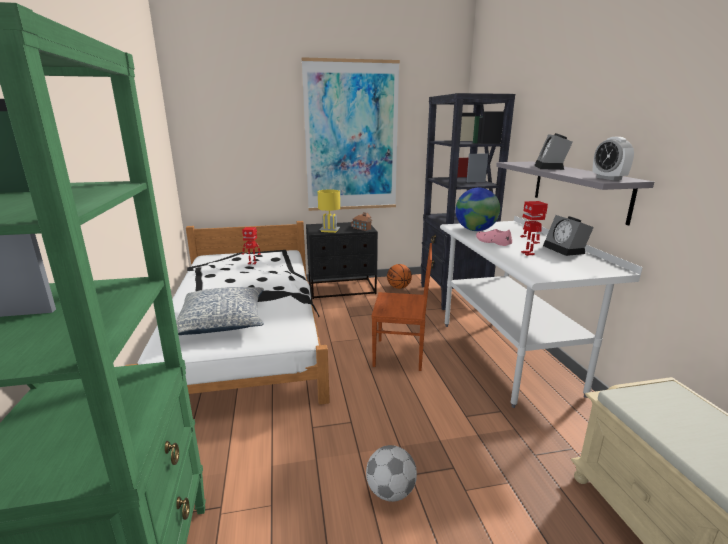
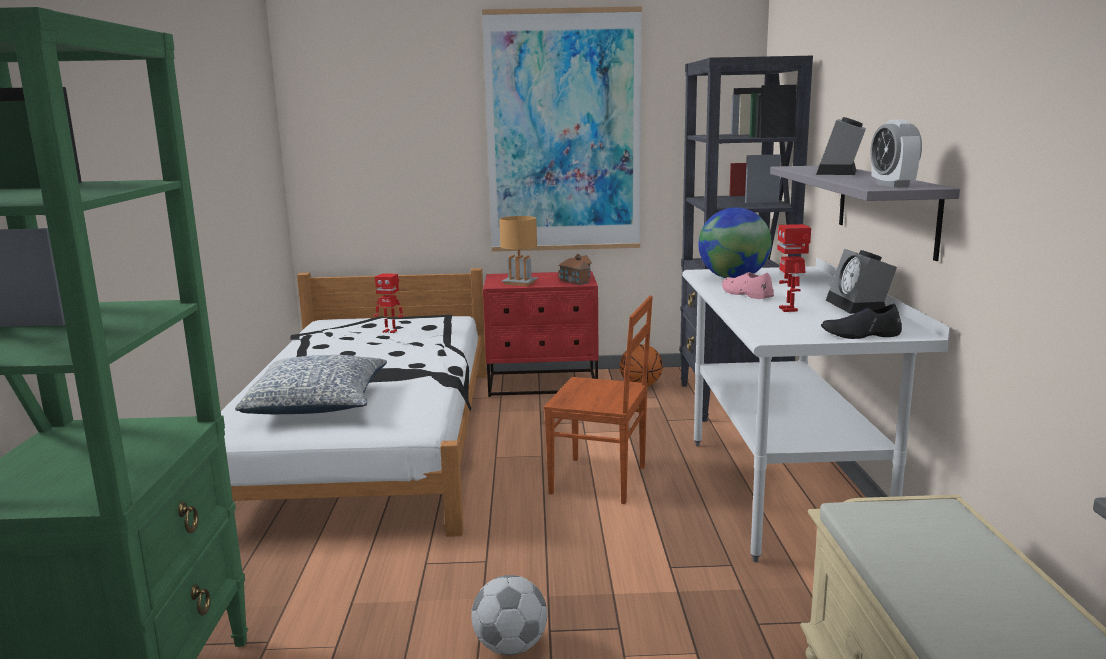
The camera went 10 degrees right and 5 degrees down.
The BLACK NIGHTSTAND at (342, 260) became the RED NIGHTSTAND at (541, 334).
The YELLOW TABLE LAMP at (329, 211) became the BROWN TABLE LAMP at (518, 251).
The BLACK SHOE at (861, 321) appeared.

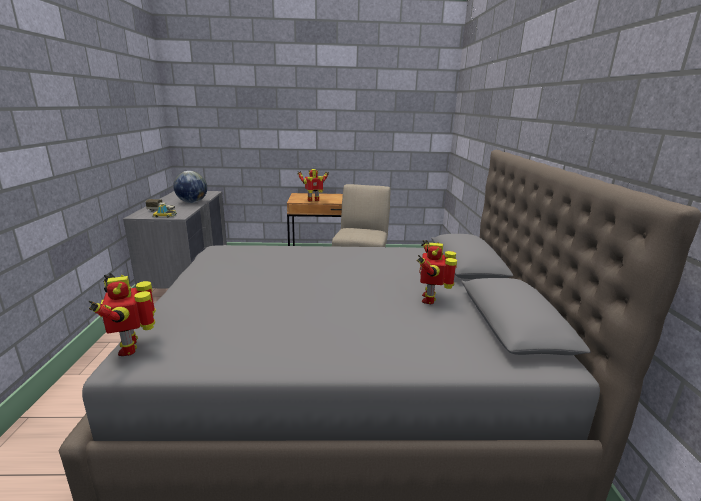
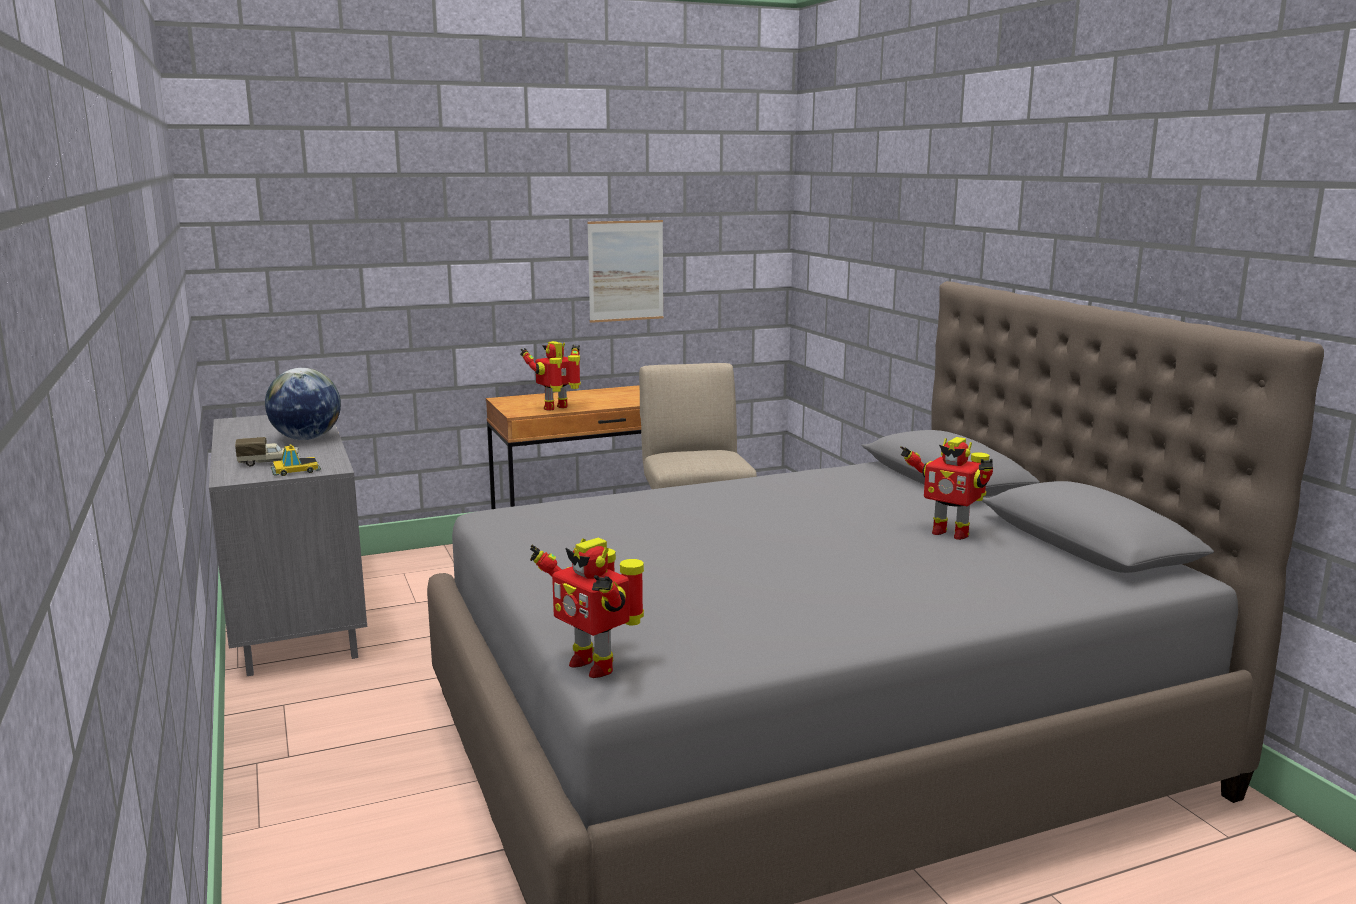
The camera went 20 degrees left and 5 degrees down.
The TOY ROBOT at (437, 272) turned 45 degrees counterclockwise.
The PICTURE at (625, 271) appeared.

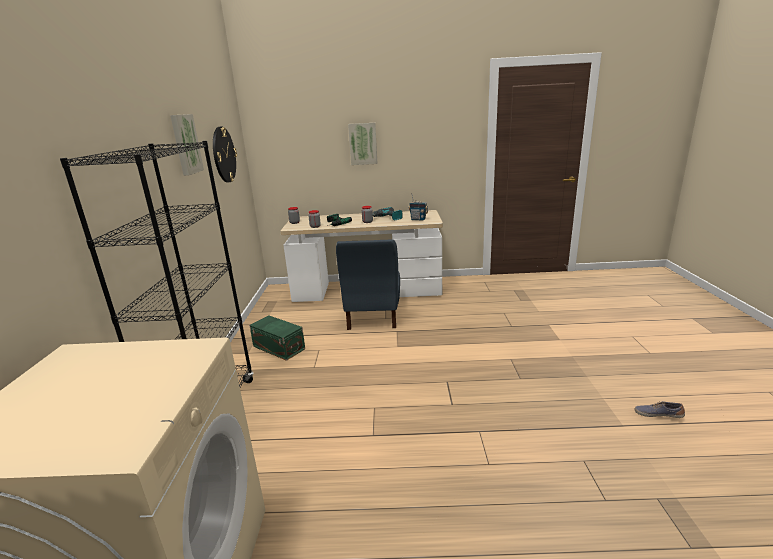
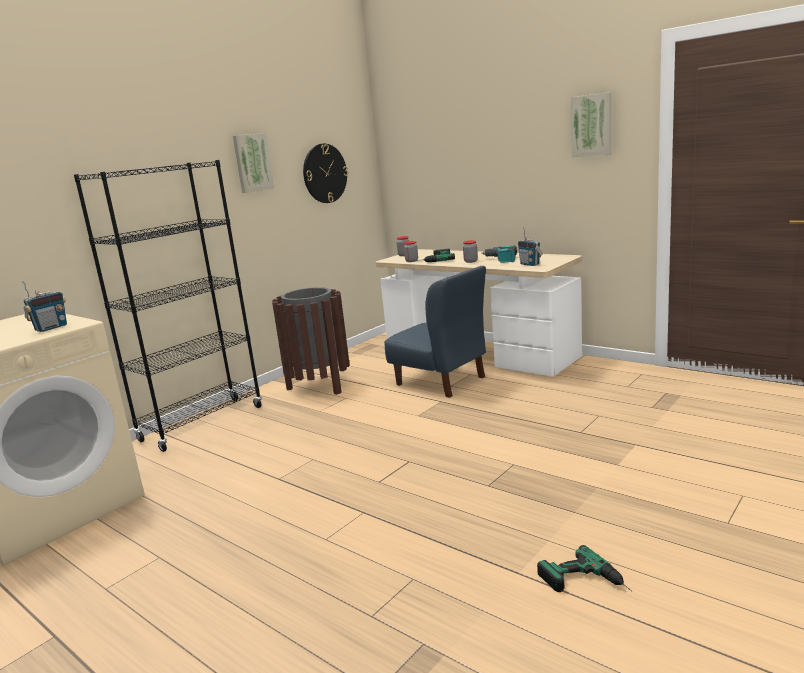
The camera went 40 degrees right and 5 degrees down.
The GREEN STORAGE BOX at (277, 338) was replaced by the BROWN TRASH CAN at (311, 341).
The BLUE CHAIR at (368, 284) turned 90 degrees counterclockwise.
The PICTURE moved from (363, 144) to (591, 124).
The SHOE at (659, 409) was replaced by the POWER DRILL at (585, 568).
The RADIO at (44, 306) appeared.

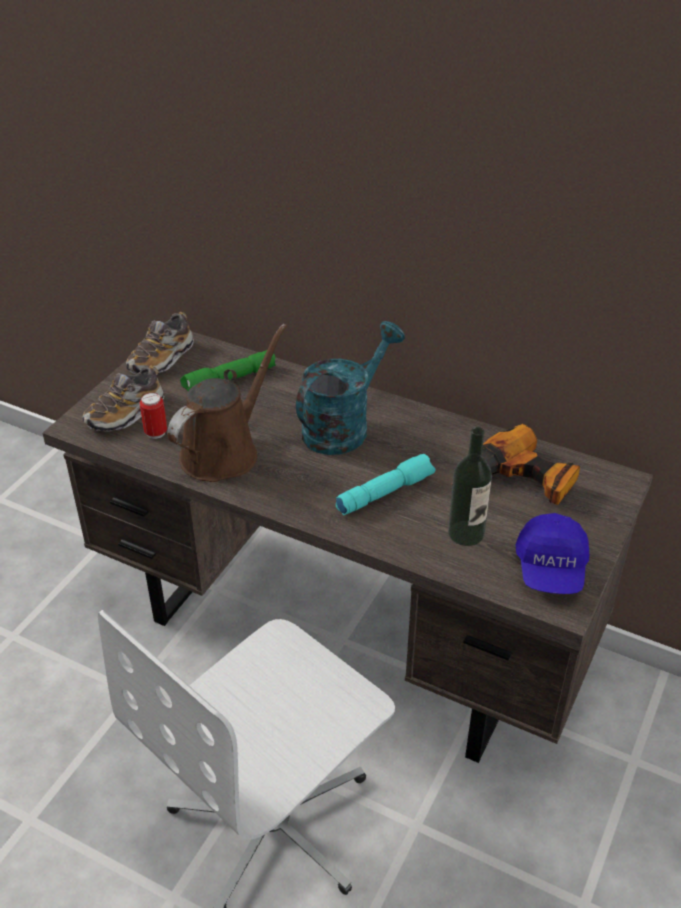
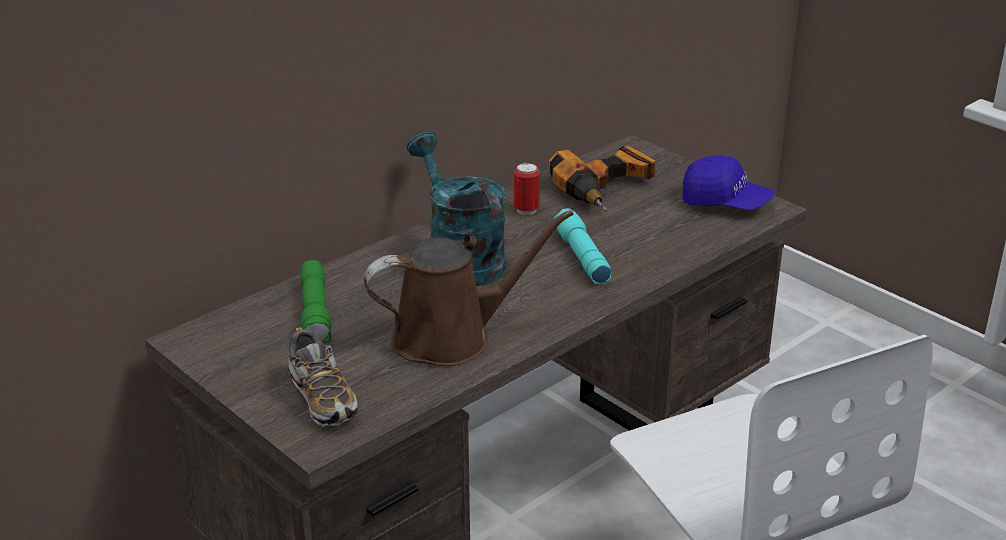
The camera went 70 degrees left and 10 degrees down.
The SHOE at (160, 343) disappeared.
The CAN moved from (153, 415) to (527, 189).
The BROWN WATERING CAN at (227, 403) turned 105 degrees clockwise.
The BOTTLE at (470, 486) disappeared.

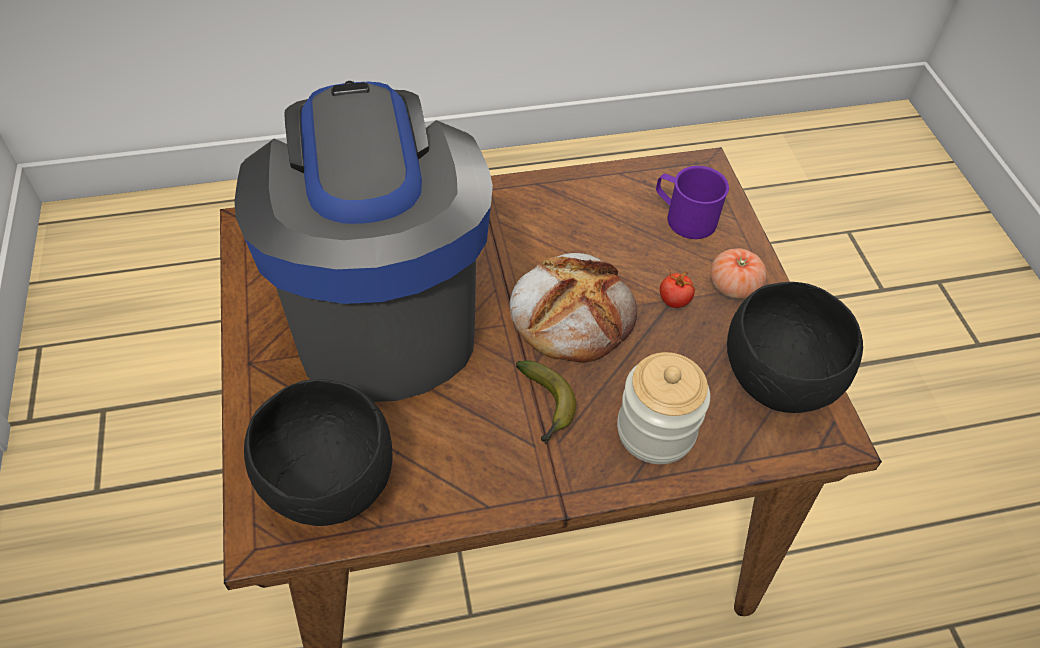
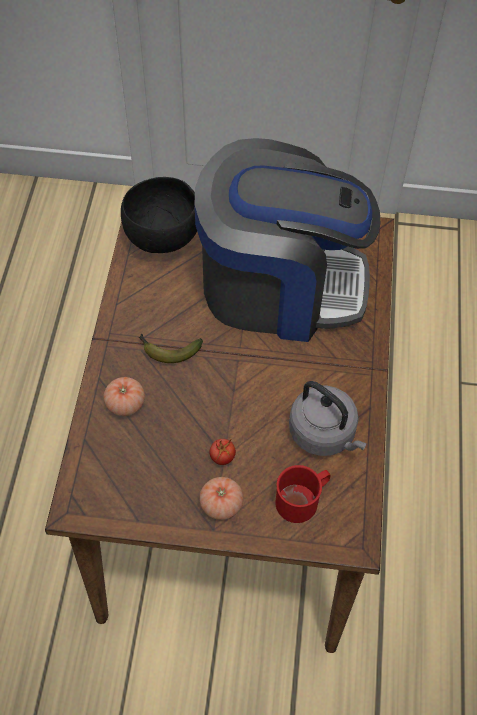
The camera went 110 degrees right and 5 degrees up.
The BREAD at (573, 308) disappeared.
The JAR at (663, 408) was replaced by the TOMATO at (124, 396).
The PURPLE MUG at (692, 202) became the RED MUG at (303, 494).
The BLACK BOWL at (795, 347) disappeared.
The GREY KETTLE at (328, 418) appeared.

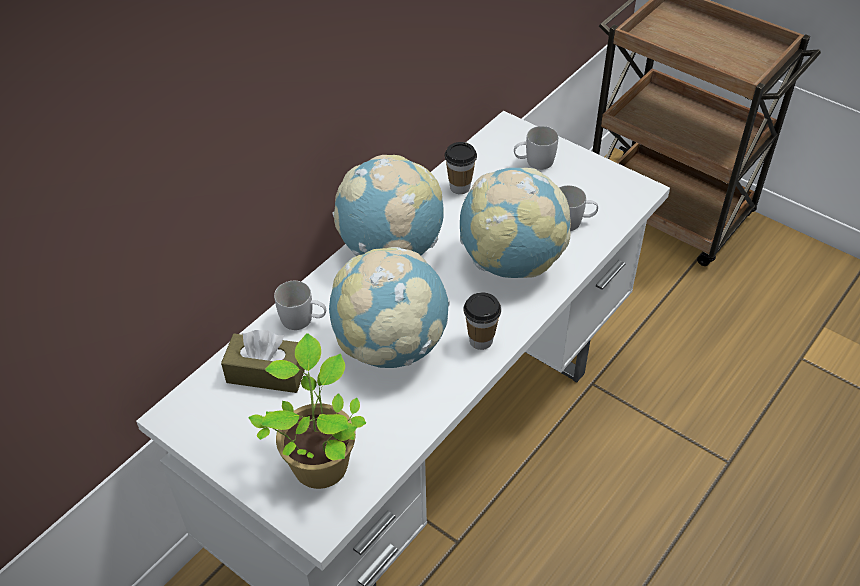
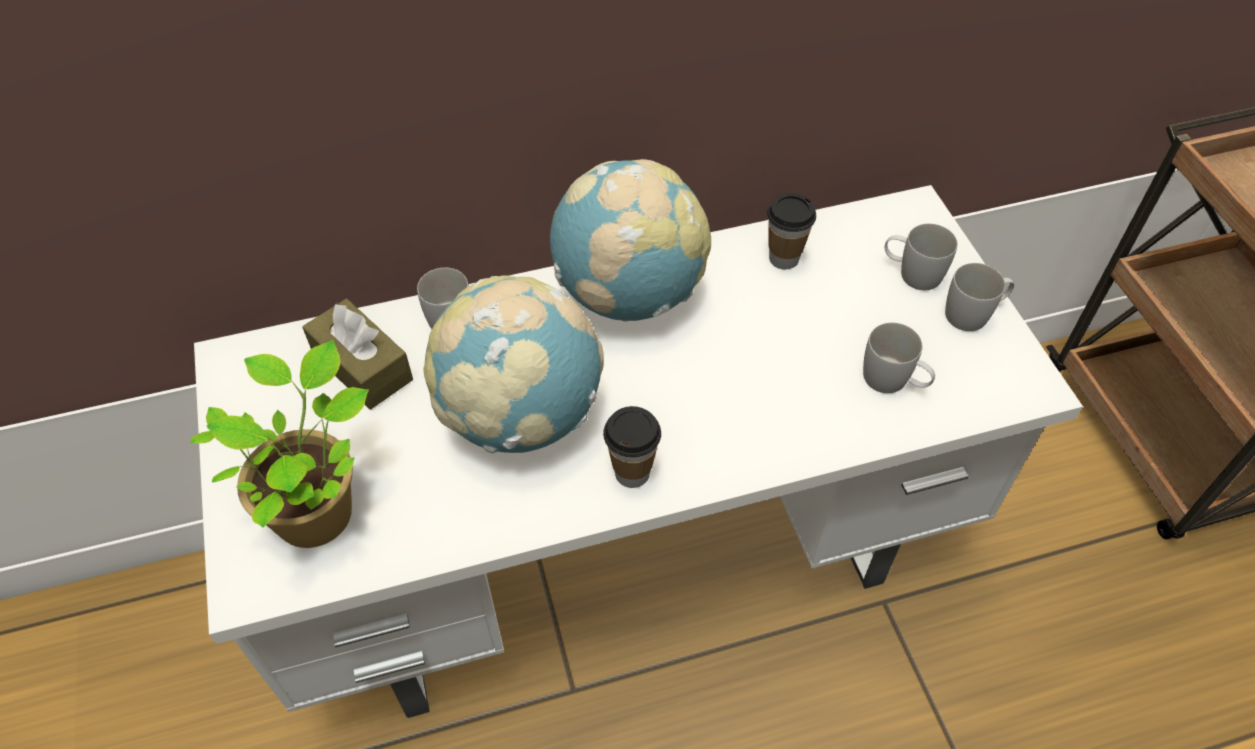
The camera went 35 degrees right and 5 degrees up.
The GLOBE at (515, 223) disappeared.
The WHITE MUG at (979, 297) appeared.

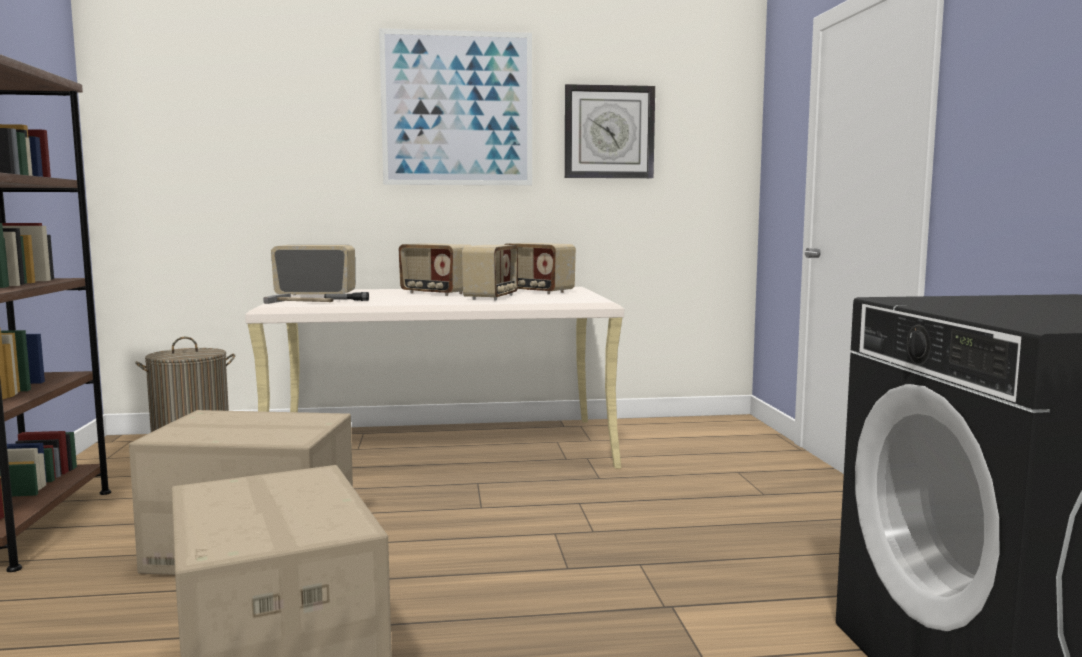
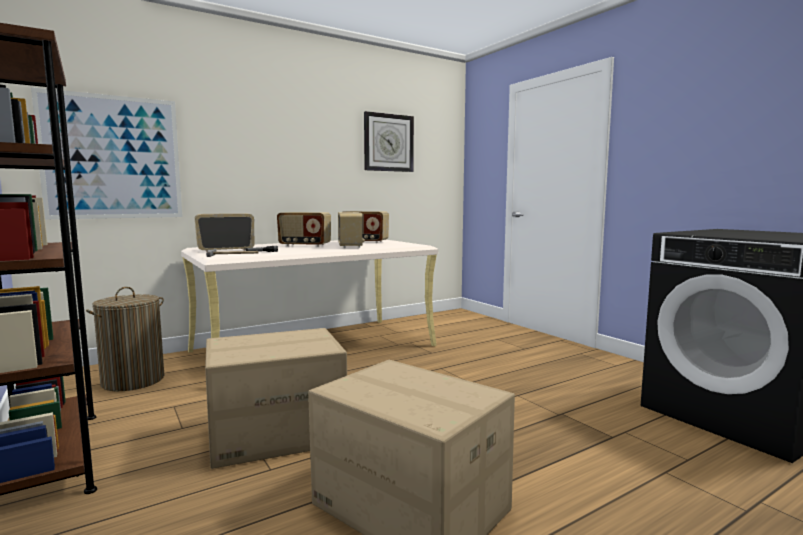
The camera went 25 degrees left and 0 degrees up.
The PICTURE moved from (455, 106) to (106, 153).

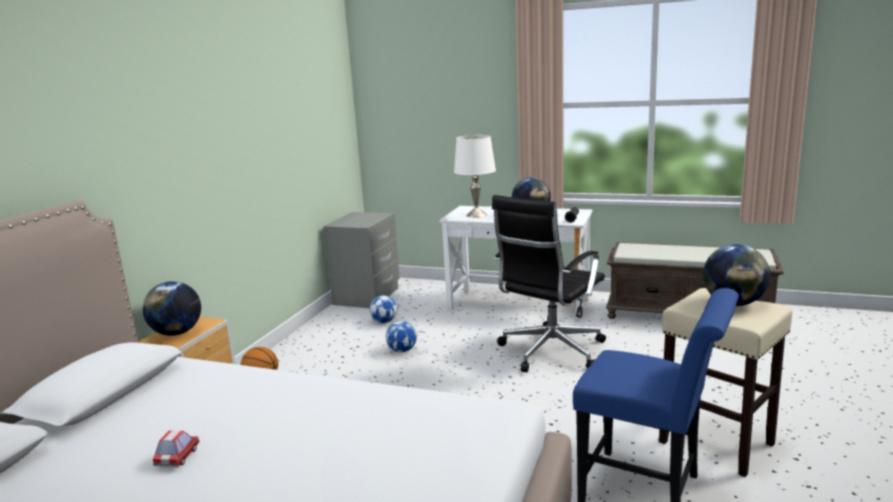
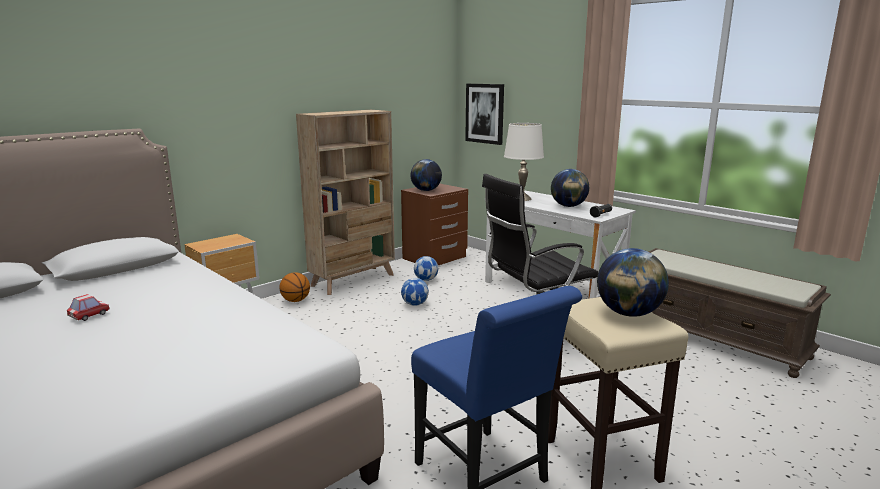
The camera went 25 degrees right and 0 degrees up.
The GLOBE moved from (172, 308) to (426, 175).
The GREY NIGHTSTAND at (361, 260) became the BROWN NIGHTSTAND at (434, 224).
The BEIGE BOOKCASE at (345, 202) appeared.
The PICTURE at (484, 114) appeared.

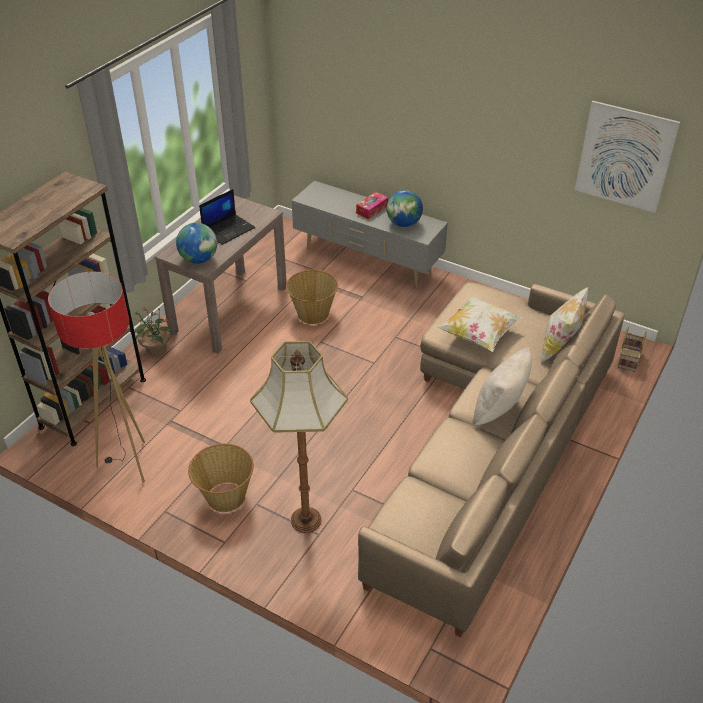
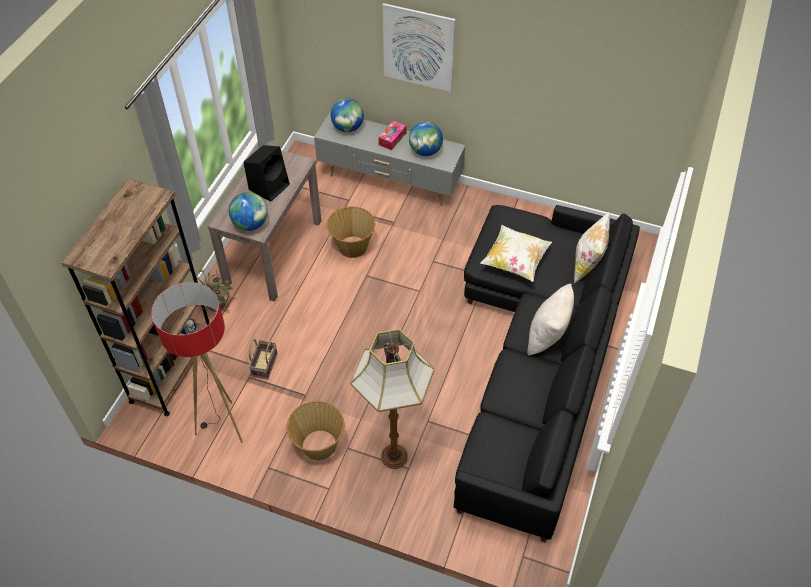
The camera went 10 degrees left and 10 degrees up.
The LAPTOP at (227, 217) was replaced by the BLACK SPEAKER at (266, 173).
The BEIGE SOFA at (491, 459) became the BLACK SOFA at (546, 373).
The PICTURE moved from (627, 157) to (419, 47).
The BASKET moved from (632, 349) to (263, 359).
The GLOBE at (347, 115) appeared.

